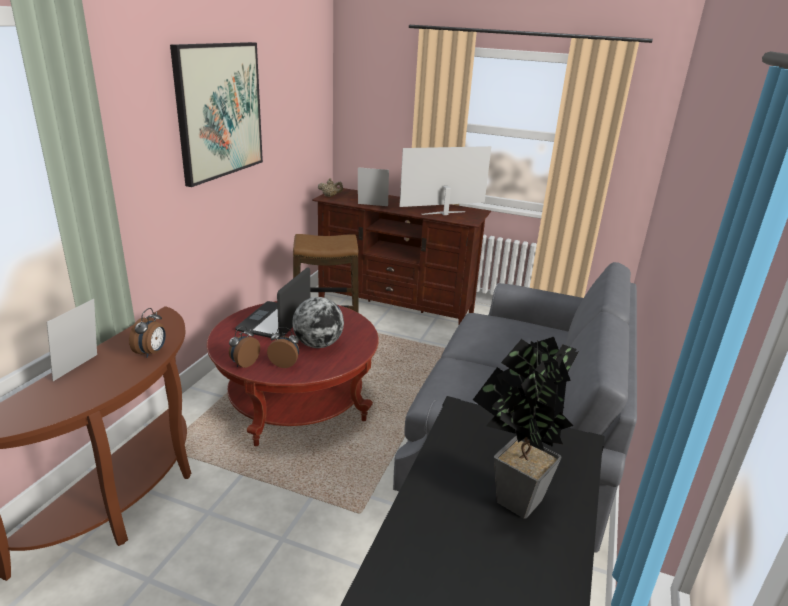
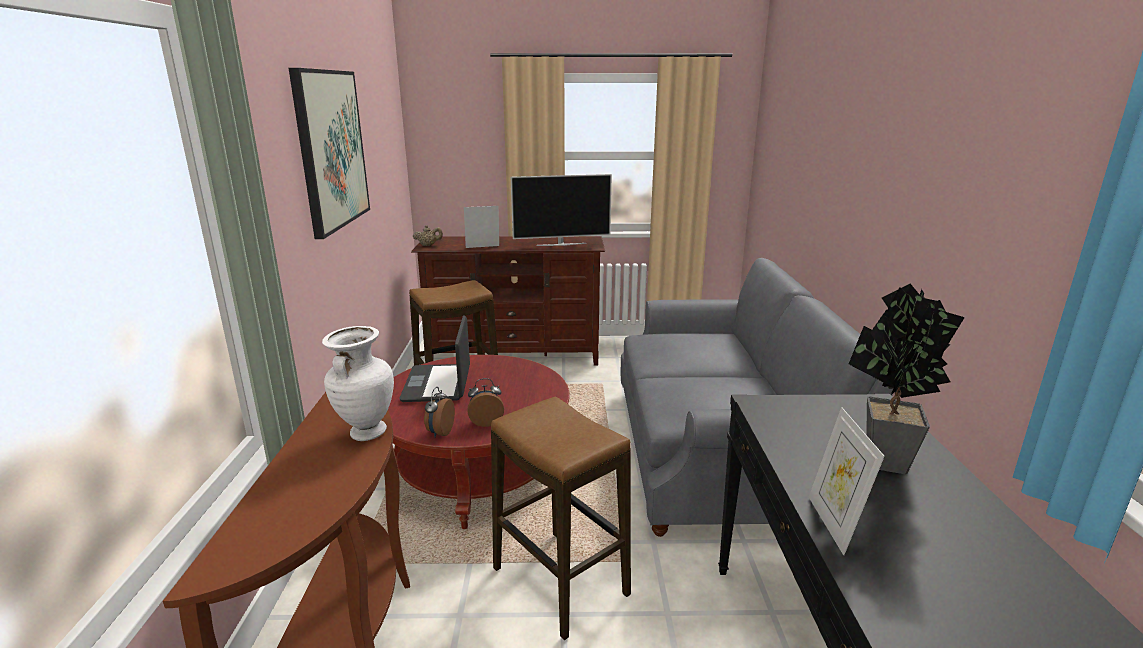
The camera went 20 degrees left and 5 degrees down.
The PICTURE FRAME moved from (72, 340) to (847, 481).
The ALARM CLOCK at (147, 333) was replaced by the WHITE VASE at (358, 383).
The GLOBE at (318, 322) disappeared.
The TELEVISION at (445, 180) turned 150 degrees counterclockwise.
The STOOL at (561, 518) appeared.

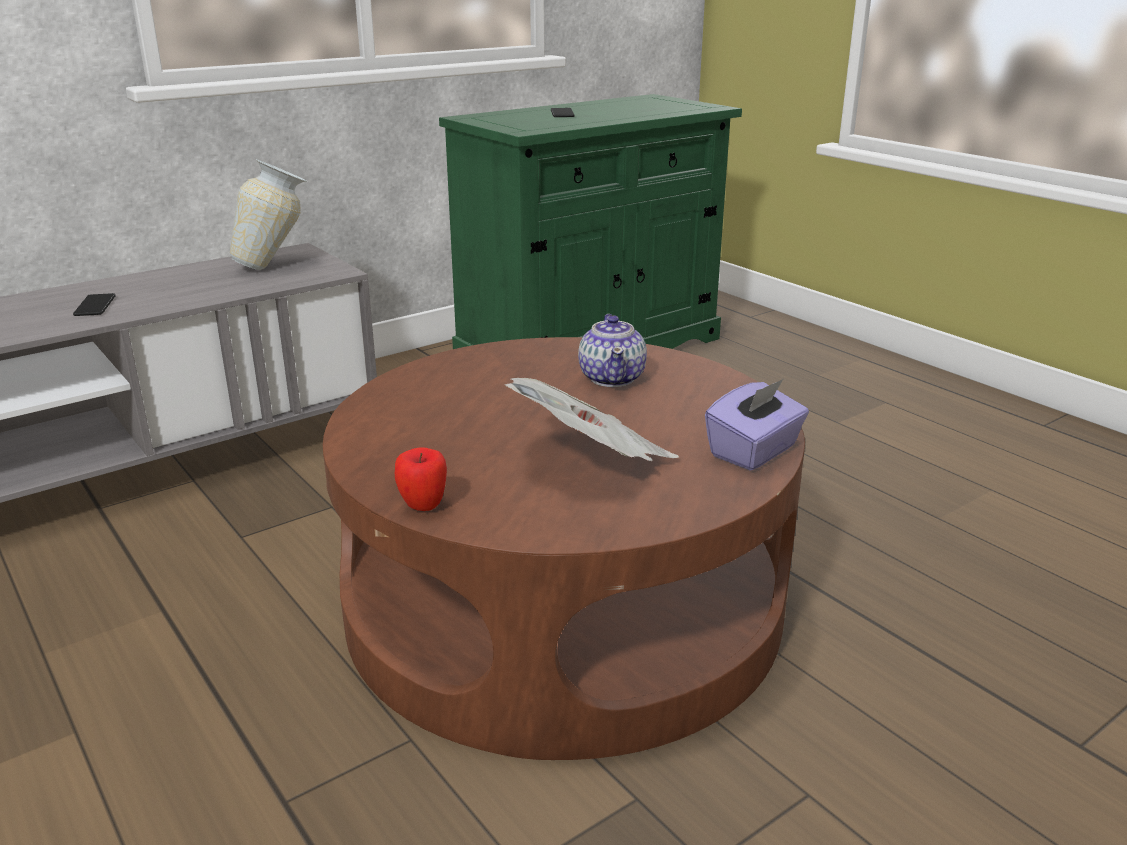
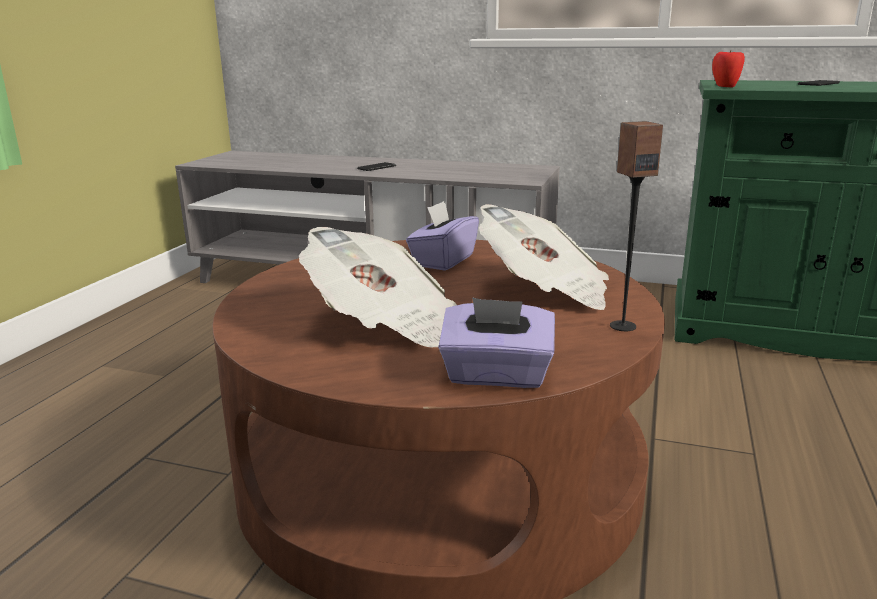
The camera went 55 degrees right and 5 degrees down.
The VASE at (268, 214) disappeared.
The APPLE moved from (421, 479) to (728, 69).
The TEAPOT at (612, 350) was replaced by the NEWSPAPER at (544, 257).
The PURPLE TISSUE BOX at (442, 235) appeared.
The SPEAKER at (636, 226) appeared.

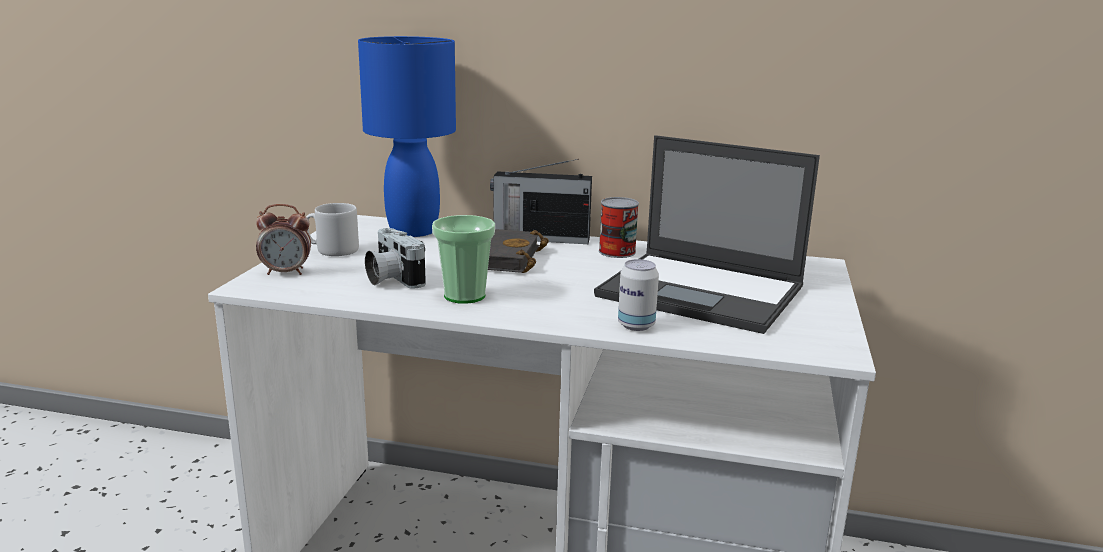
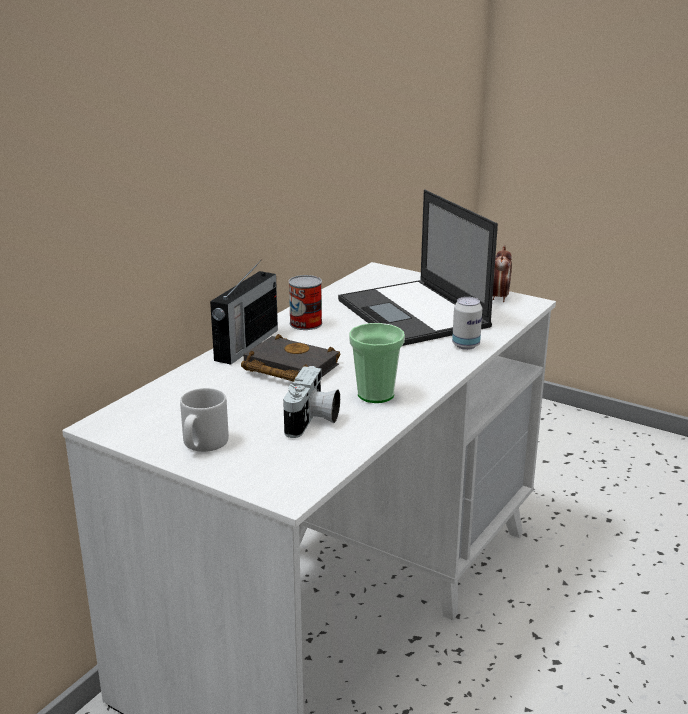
The camera went 70 degrees left and 5 degrees up.
The ALARM CLOCK moved from (283, 239) to (502, 273).
The BLUE TABLE LAMP at (407, 136) disappeared.
The PHOTO CAMERA at (395, 258) turned 60 degrees counterclockwise.
The LAPTOP at (707, 234) turned 105 degrees clockwise.

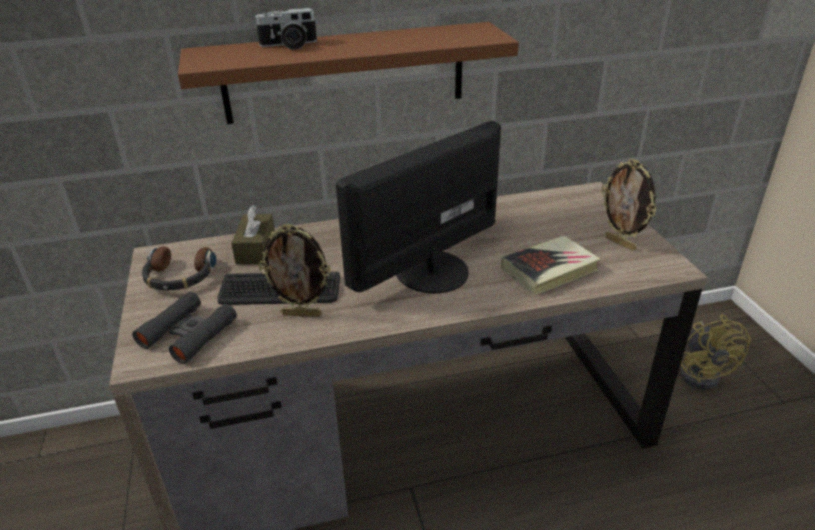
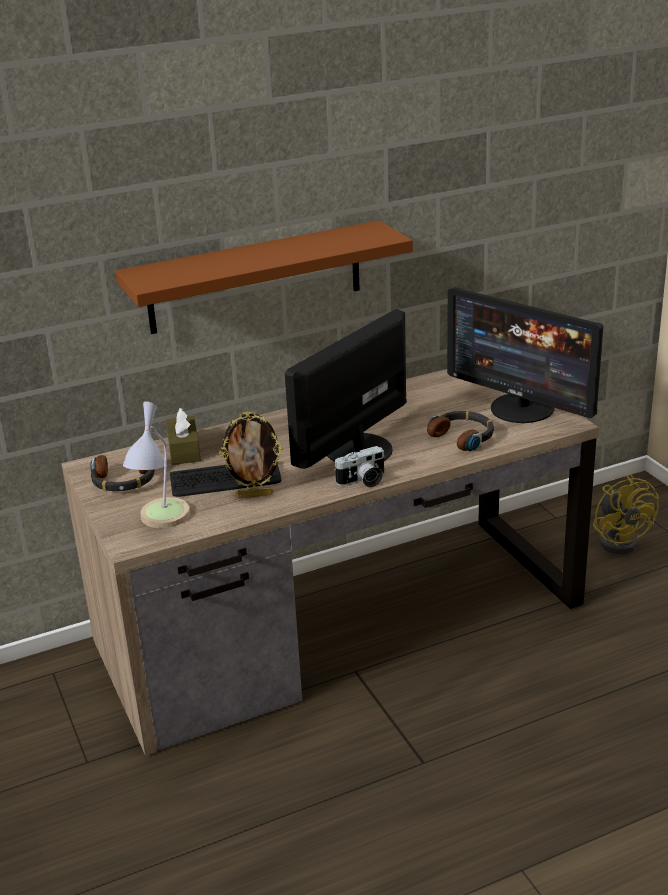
The camera went 10 degrees left and 5 degrees down.
The BLACK BINOCULARS at (184, 328) was replaced by the TABLE LAMP at (156, 464).
The PHOTO CAMERA moved from (285, 29) to (359, 467).
The BOOK at (551, 265) was replaced by the HEADPHONES at (460, 430).
The PICTURE FRAME at (628, 205) was replaced by the MONITOR at (525, 355).

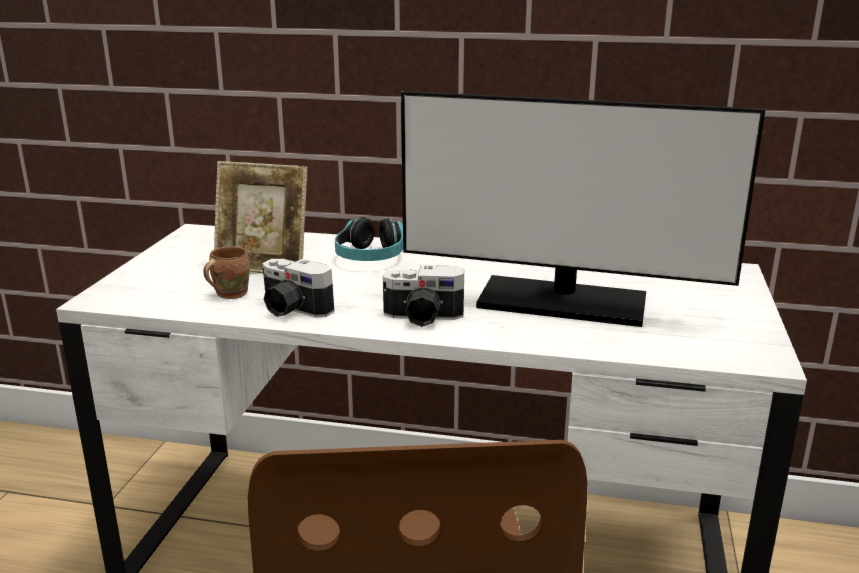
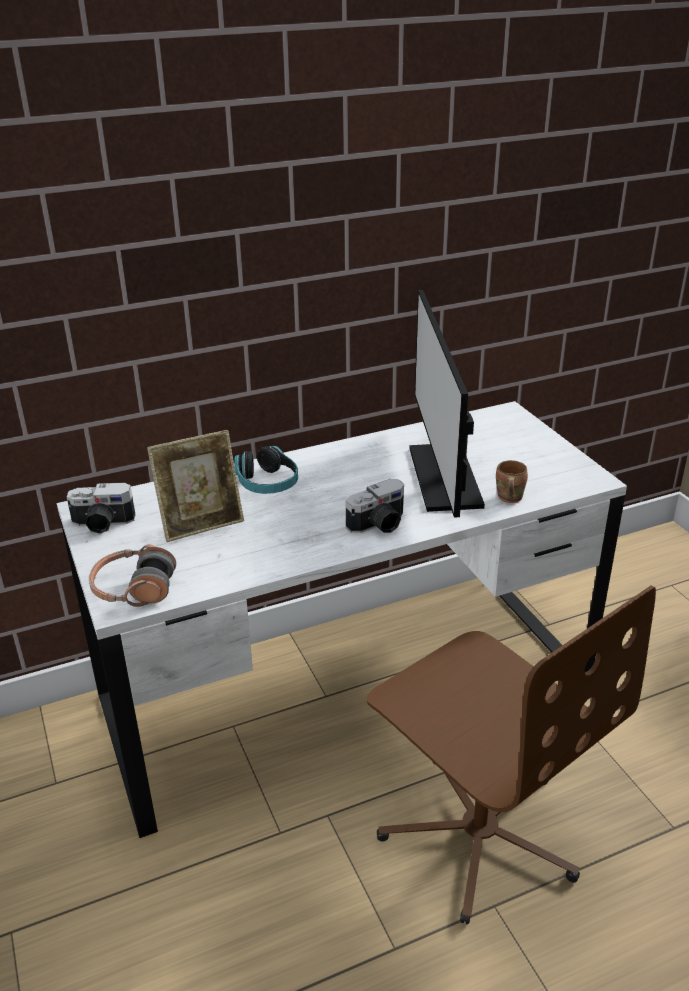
The camera went 35 degrees left and 10 degrees up.
The BROWN MUG moved from (226, 272) to (512, 481).
The PHOTO CAMERA moved from (298, 288) to (101, 508).
The MONITOR at (583, 209) turned 105 degrees clockwise.
The HEADPHONES at (132, 575) appeared.

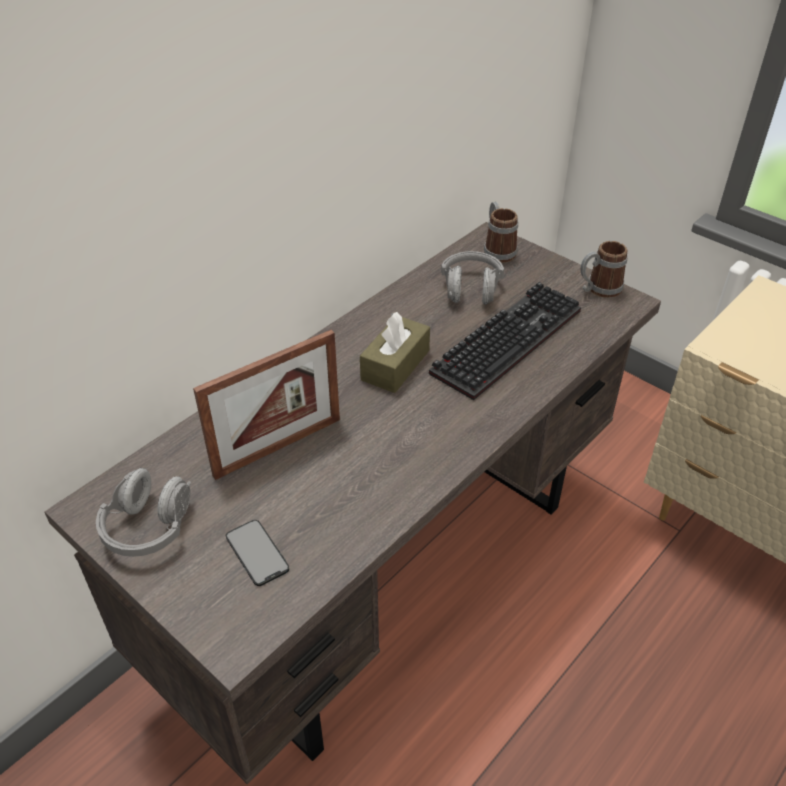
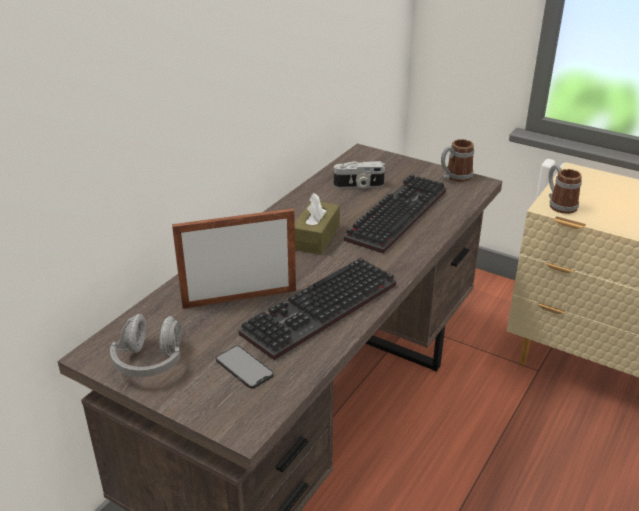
The camera went 10 degrees left and 10 degrees down.
The PICTURE FRAME at (266, 405) turned 150 degrees counterclockwise.
The GREY HEADPHONES at (472, 278) was replaced by the PHOTO CAMERA at (359, 175).
The MUG moved from (501, 232) to (565, 189).
The KEYBOARD at (317, 309) appeared.

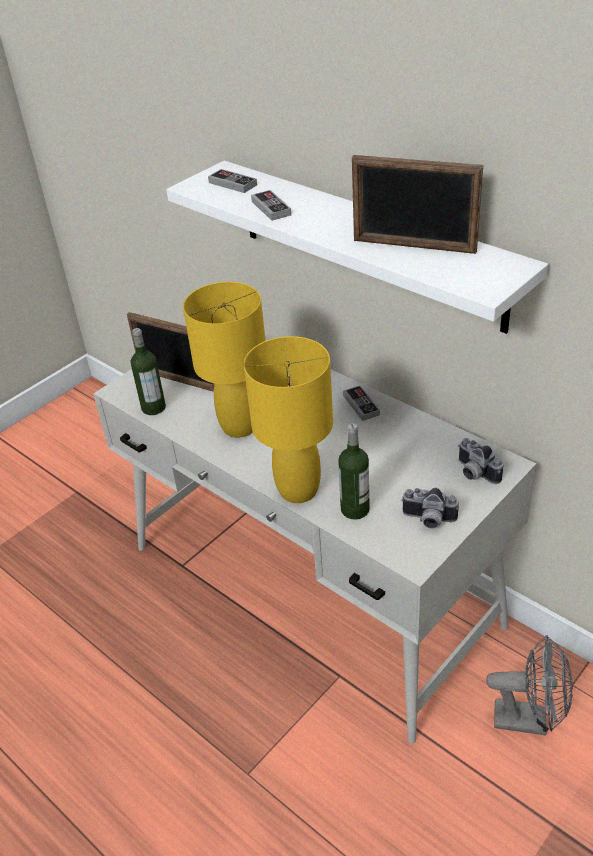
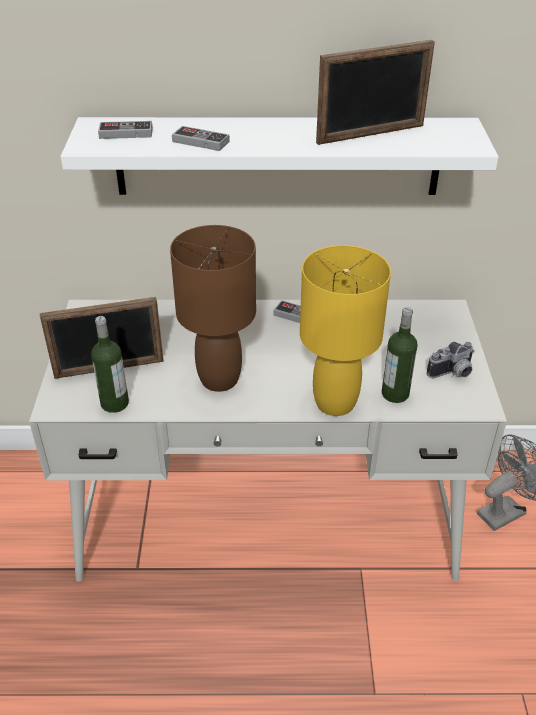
The camera went 45 degrees left and 0 degrees up.
The YELLOW TABLE LAMP at (224, 360) became the BROWN TABLE LAMP at (213, 308).
The PHOTO CAMERA at (480, 461) disappeared.

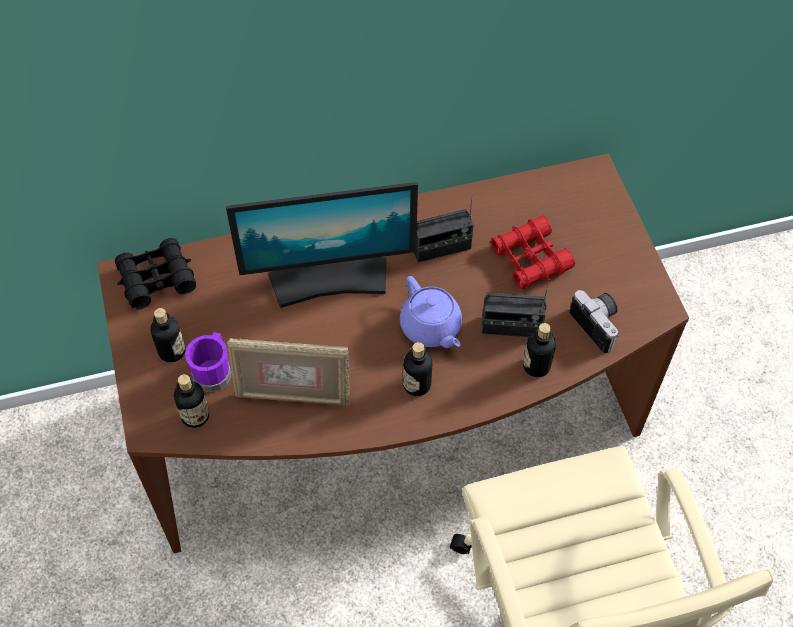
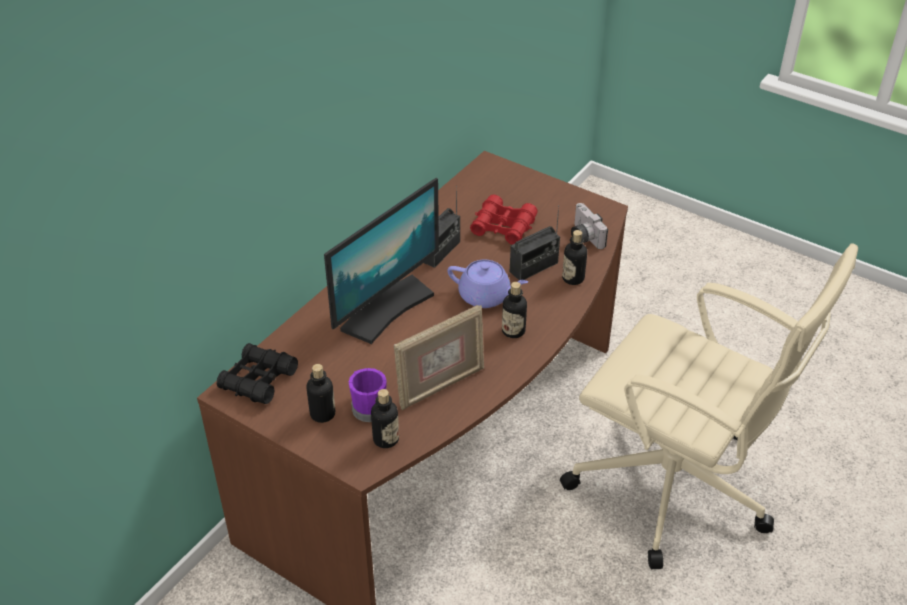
The camera went 40 degrees left and 15 degrees down.
The PHOTO CAMERA at (593, 321) turned 135 degrees counterclockwise.

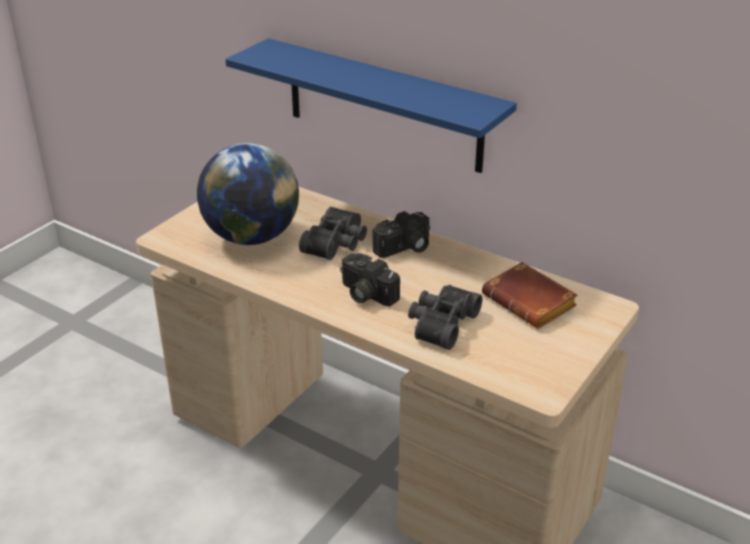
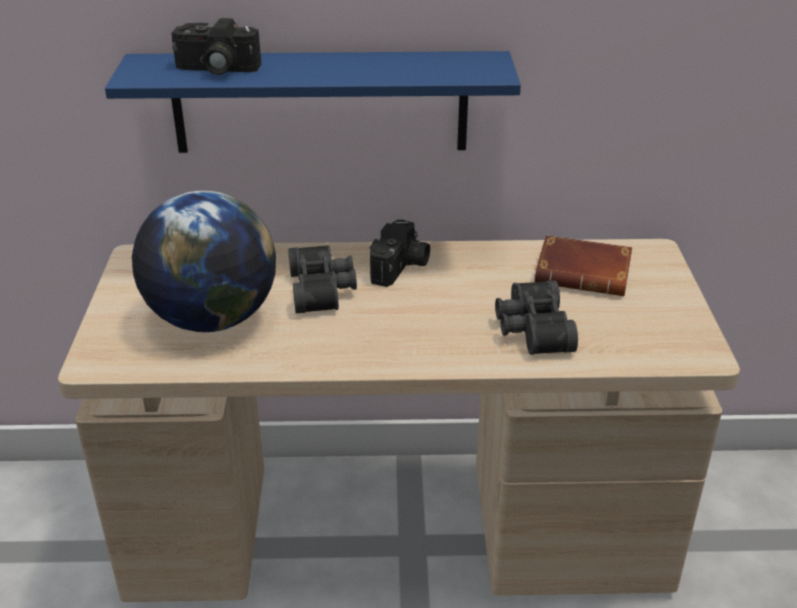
The camera went 35 degrees left and 0 degrees up.
The PHOTO CAMERA moved from (370, 279) to (216, 46).

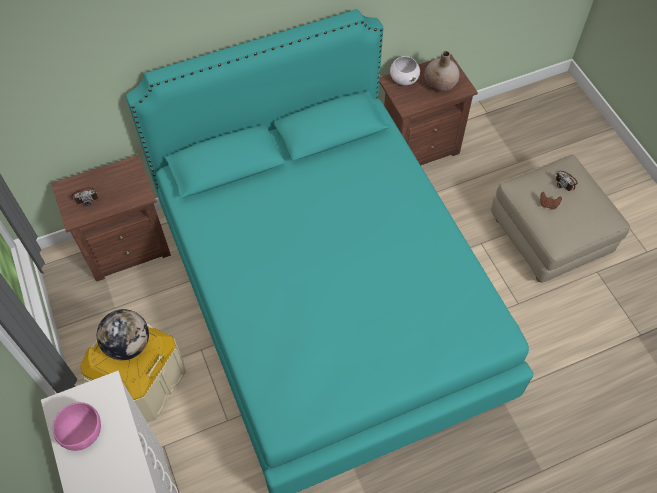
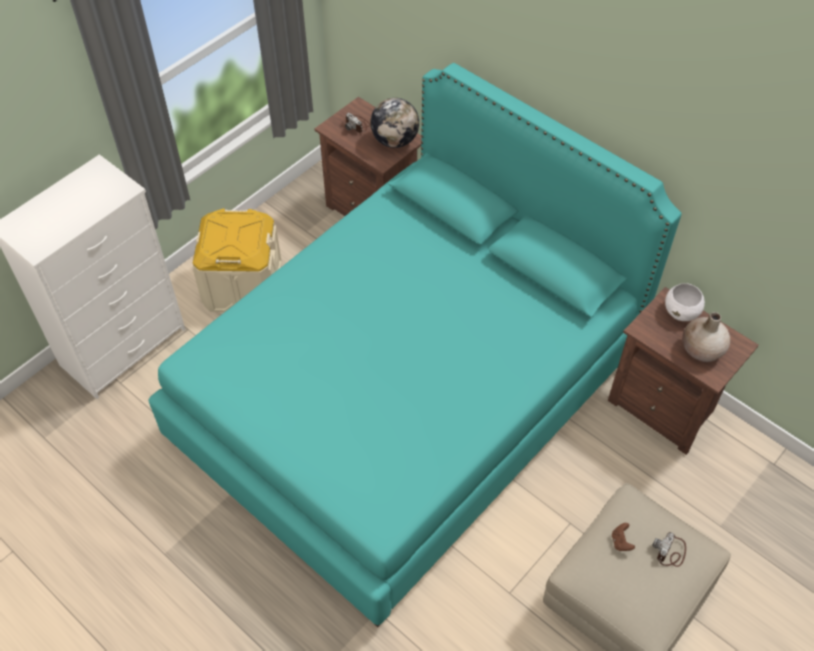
The camera went 65 degrees right and 5 degrees down.
The PINK BOWL at (77, 426) disappeared.
The GLOBE moved from (123, 334) to (394, 123).

